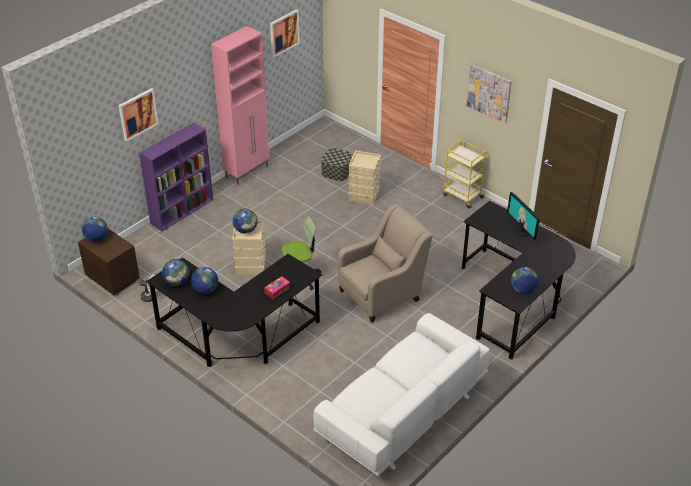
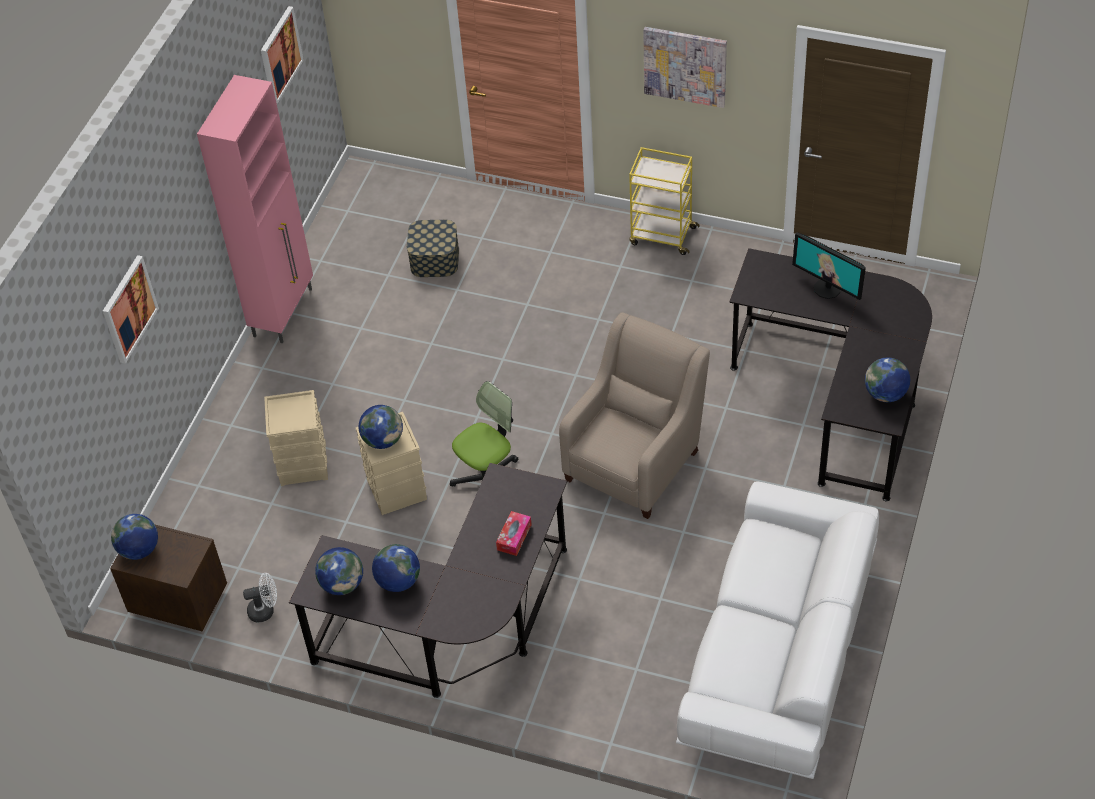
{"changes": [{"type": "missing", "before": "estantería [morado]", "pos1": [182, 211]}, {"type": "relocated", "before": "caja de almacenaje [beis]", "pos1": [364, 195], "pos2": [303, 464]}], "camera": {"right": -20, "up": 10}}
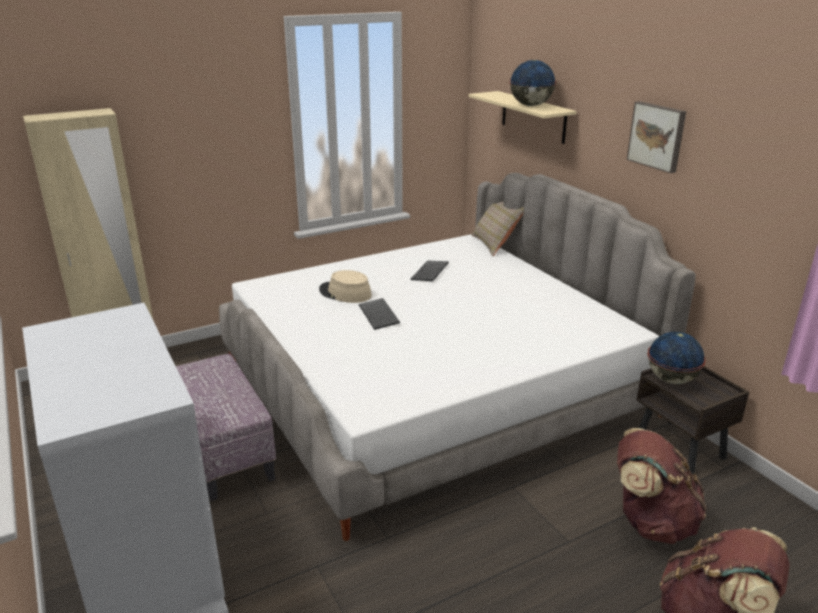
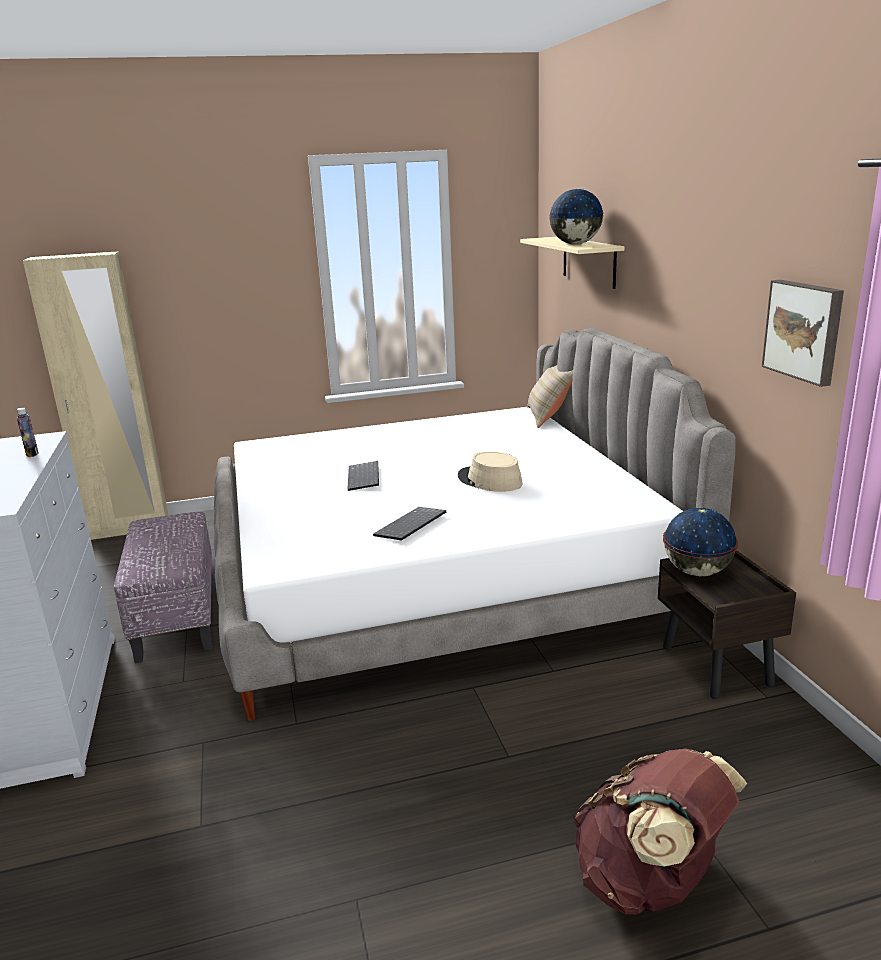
{"changes": [{"type": "relocated", "before": "sombrero [beis]", "pos1": [345, 293], "pos2": [489, 480]}, {"type": "relocated", "before": "teclado", "pos1": [430, 272], "pos2": [411, 526]}, {"type": "missing", "before": "mochila [marrón]", "pos1": [650, 521]}, {"type": "relocated", "before": "cuadro", "pos1": [657, 136], "pos2": [804, 330]}, {"type": "appeared", "after": "botella", "pos2": [32, 454]}], "camera": {"right": 15, "up": -5}}
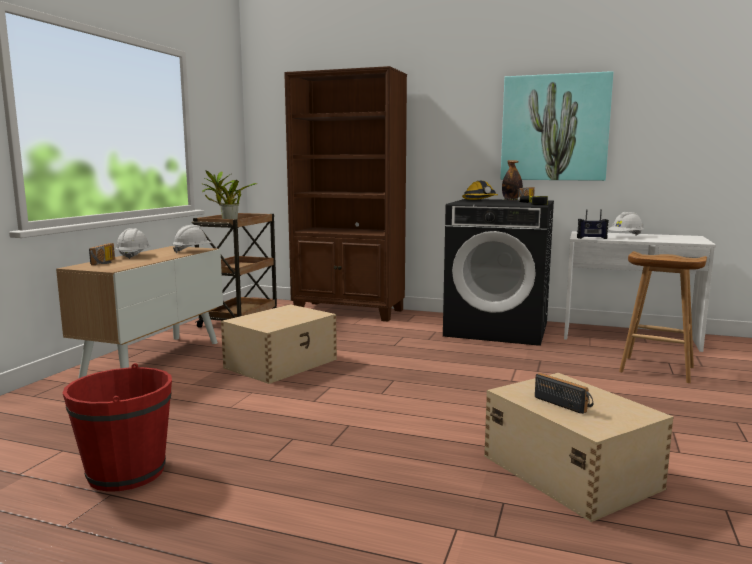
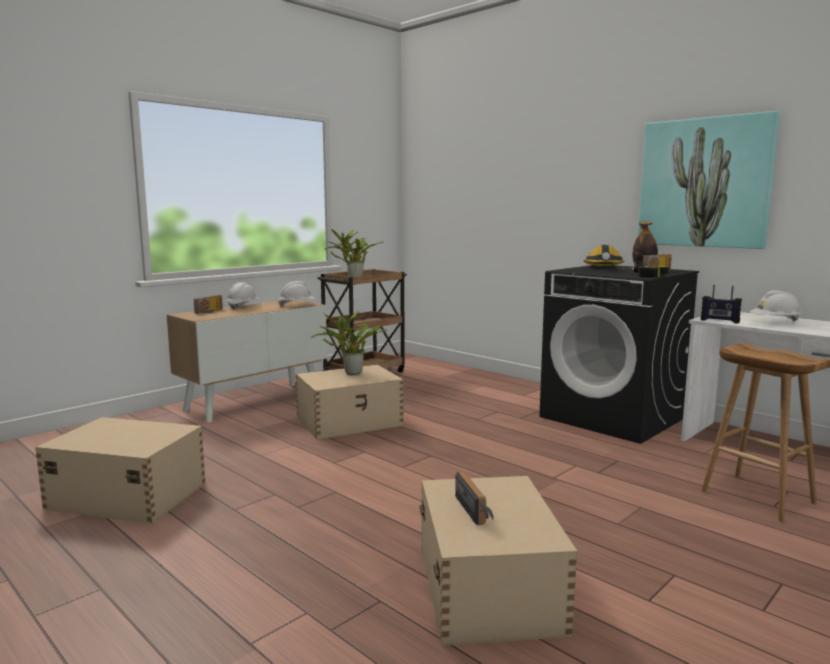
{"changes": [{"type": "exchanged", "before": "cubo [rojo]", "after": "caja de almacenaje [beis]", "pos1": [126, 472], "pos2": [127, 495]}, {"type": "missing", "before": "estantería [marrón]", "pos1": [349, 311]}, {"type": "appeared", "after": "planta en maceta", "pos2": [350, 373]}], "camera": {"right": 25, "up": 0}}
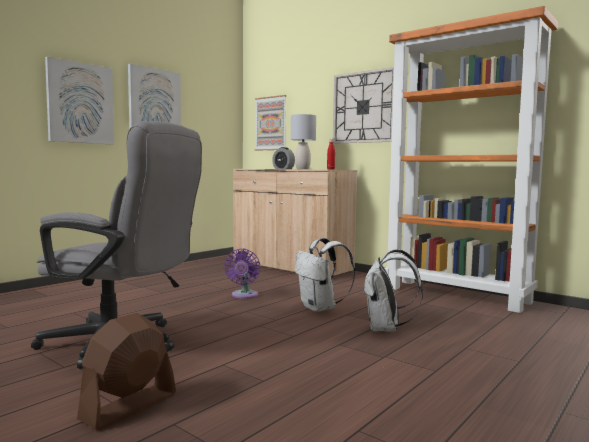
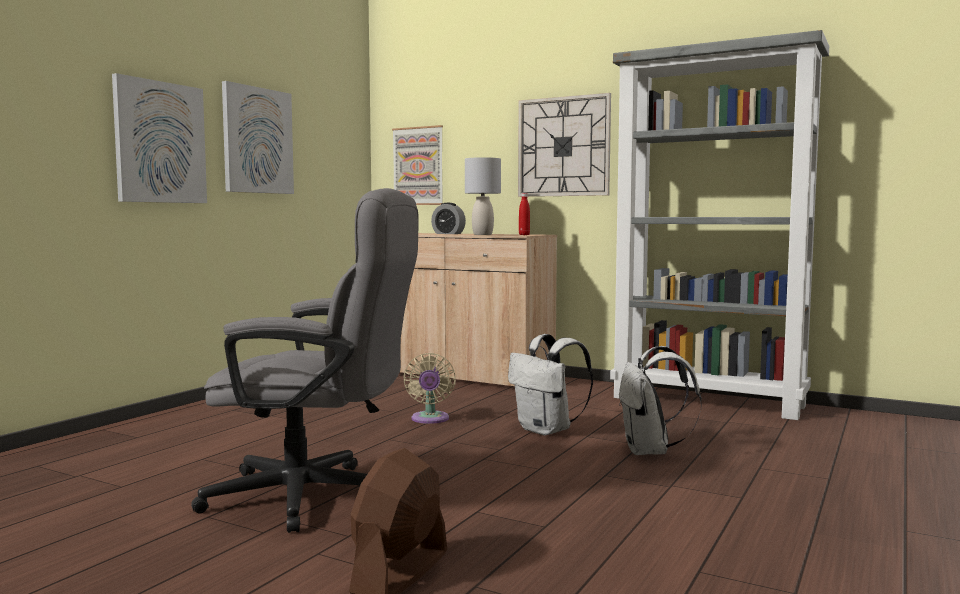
{"changes": [{"type": "colour", "before": "ventilador [morado]", "after": "ventilador [beis]", "pos1": [244, 295], "pos2": [430, 419]}, {"type": "colour", "before": "estantería [naranja]", "after": "estantería [gris]", "pos1": [457, 295], "pos2": [709, 402]}], "camera": {"right": -10, "up": 0}}
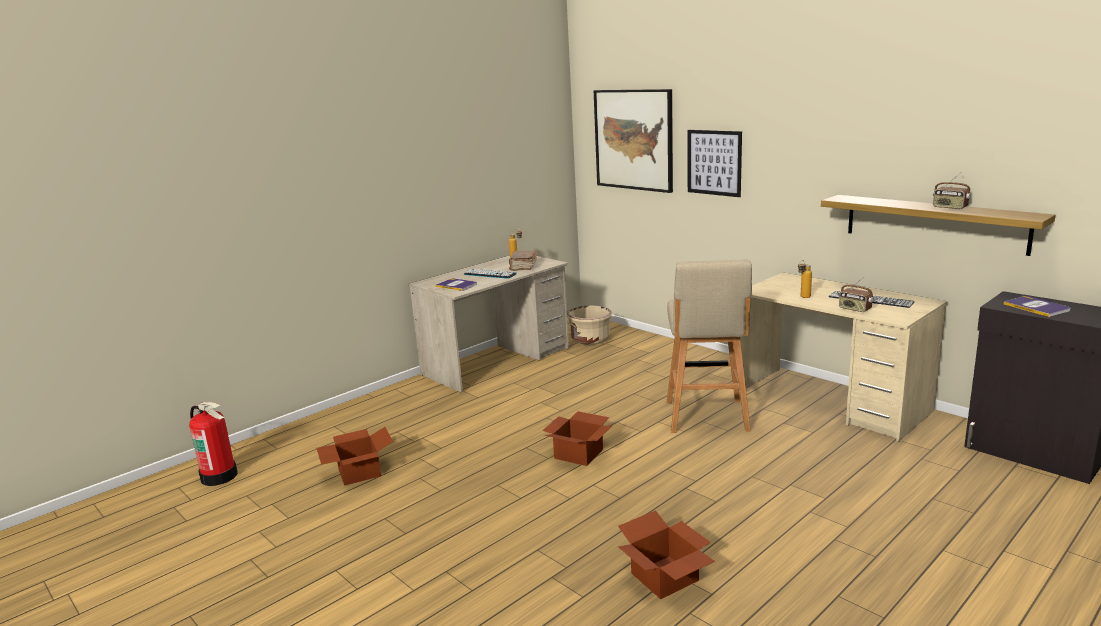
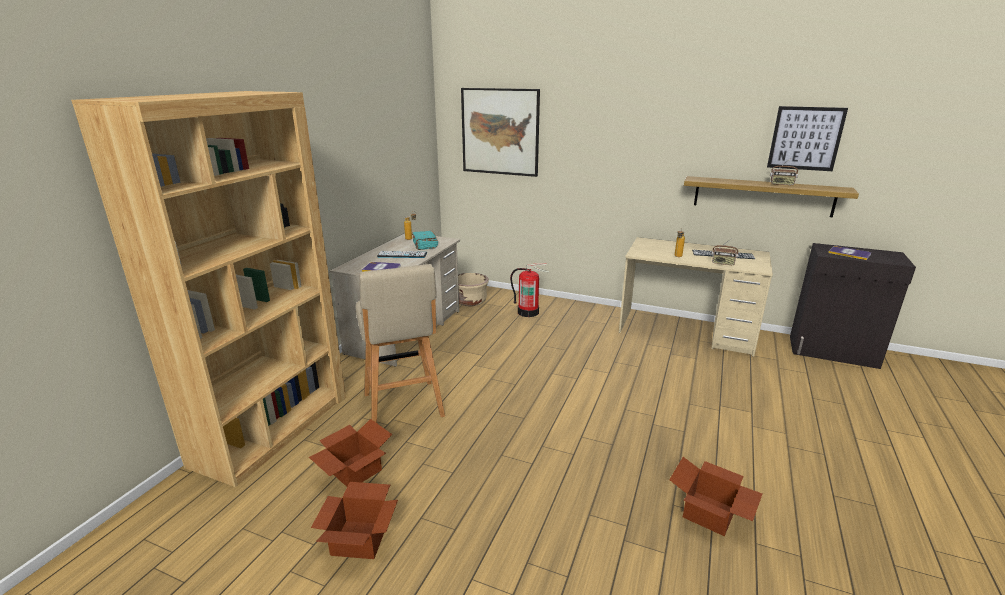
{"changes": [{"type": "relocated", "before": "extintor", "pos1": [220, 476], "pos2": [528, 312]}, {"type": "colour", "before": "libro [marrón]", "after": "libro [turquesa]", "pos1": [523, 266], "pos2": [425, 245]}, {"type": "relocated", "before": "caja de cartón", "pos1": [580, 453], "pos2": [361, 538]}, {"type": "relocated", "before": "taburete [beis]", "pos1": [706, 417], "pos2": [404, 407]}, {"type": "relocated", "before": "cuadro", "pos1": [714, 162], "pos2": [805, 138]}, {"type": "appeared", "after": "estantería [marrón]", "pos2": [273, 429]}], "camera": {"right": -25, "up": 5}}
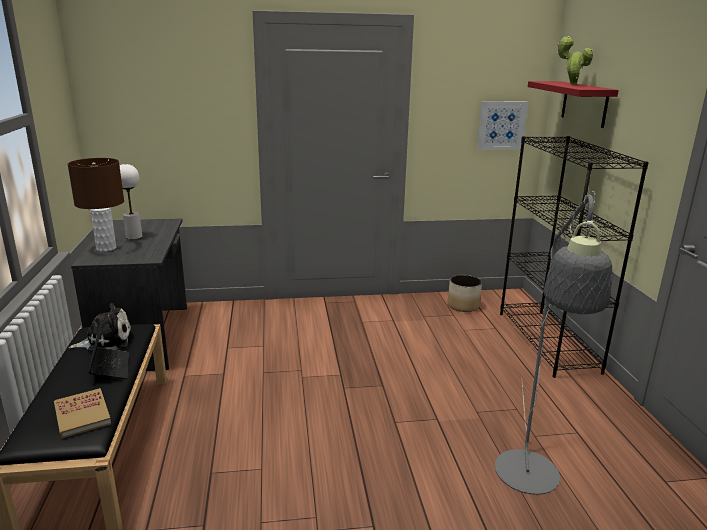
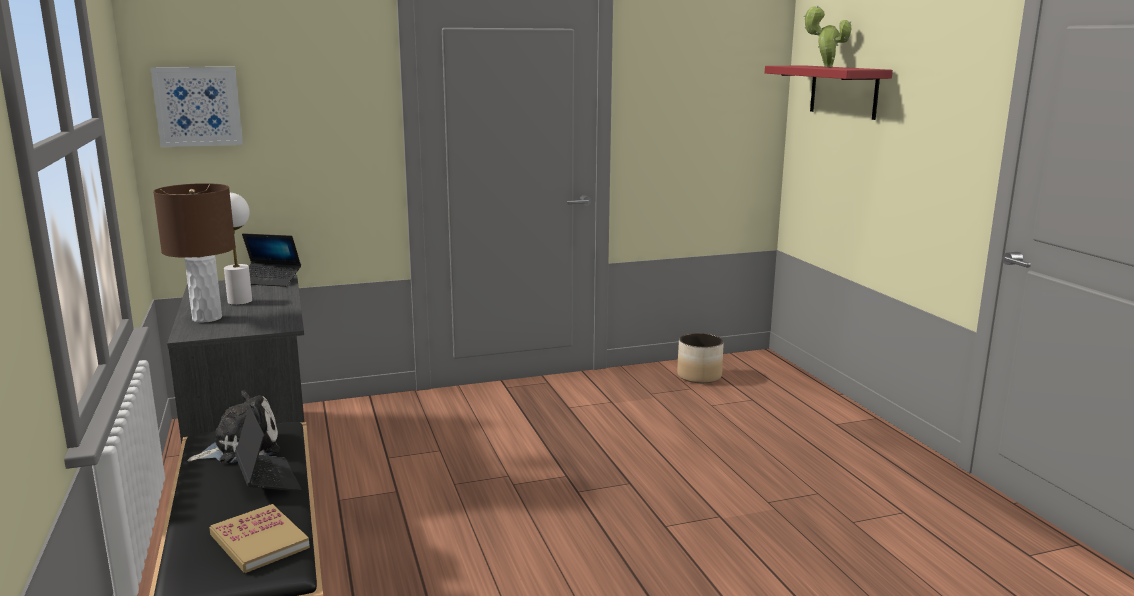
{"changes": [{"type": "relocated", "before": "cuadro", "pos1": [501, 125], "pos2": [198, 106]}, {"type": "missing", "before": "lámpara de pie [gris]", "pos1": [528, 483]}, {"type": "missing", "before": "estantería [negro]", "pos1": [547, 341]}, {"type": "appeared", "after": "portátil", "pos2": [269, 280]}], "camera": {"right": -10, "up": -5}}
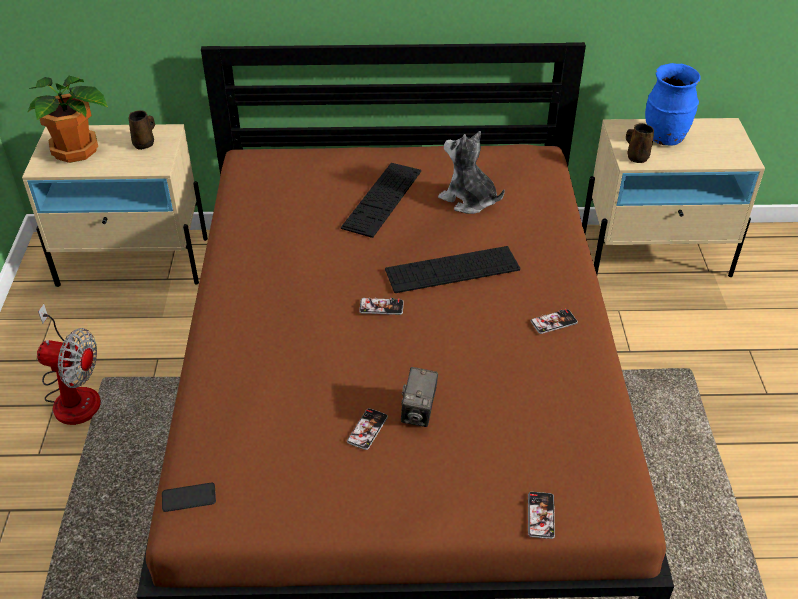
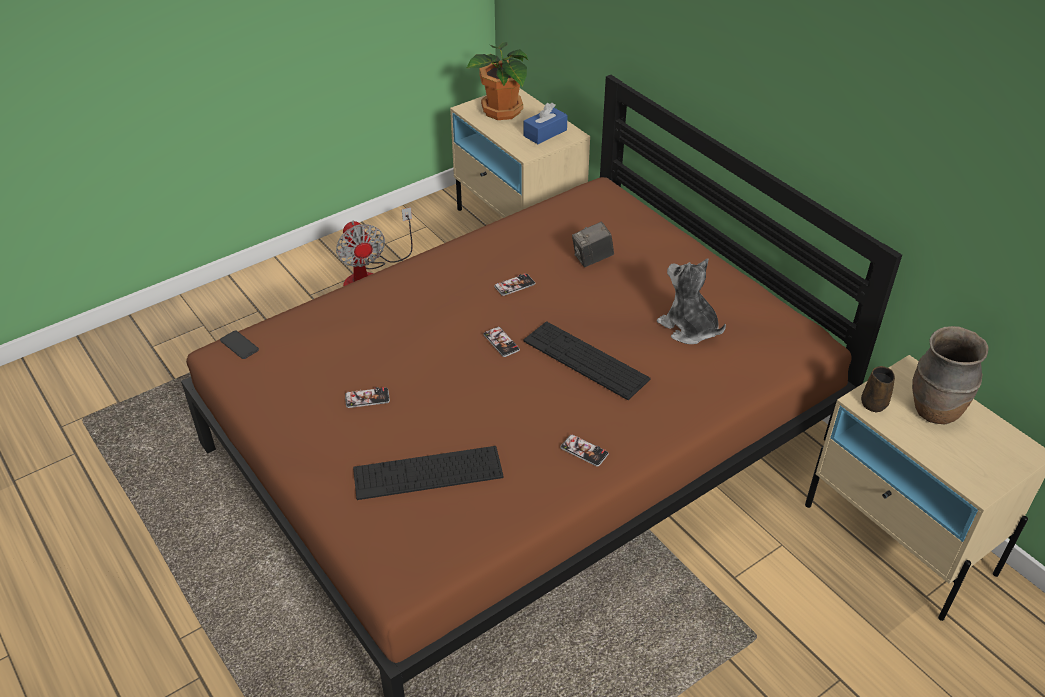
{"changes": [{"type": "exchanged", "before": "taza grande [marrón]", "after": "caja de pañuelos [azul]", "pos1": [145, 144], "pos2": [545, 133]}, {"type": "relocated", "before": "teclado", "pos1": [382, 199], "pos2": [428, 473]}, {"type": "relocated", "before": "cámara", "pos1": [419, 412], "pos2": [592, 259]}, {"type": "spun", "before": "peluche", "pos1": [469, 200], "pos2": [688, 328], "turn": -45}, {"type": "relocated", "before": "móvil", "pos1": [541, 515], "pos2": [514, 285]}, {"type": "colour", "before": "florero [azul]", "after": "florero [marrón]", "pos1": [664, 138], "pos2": [934, 411]}], "camera": {"right": 55, "up": 0}}
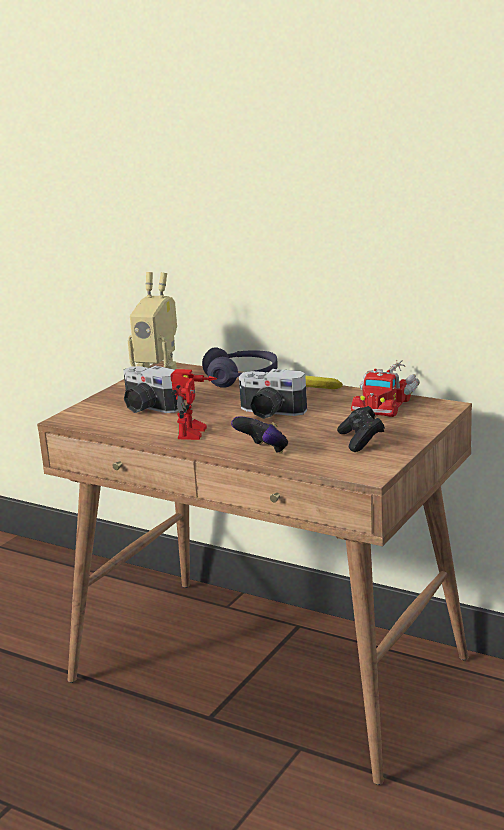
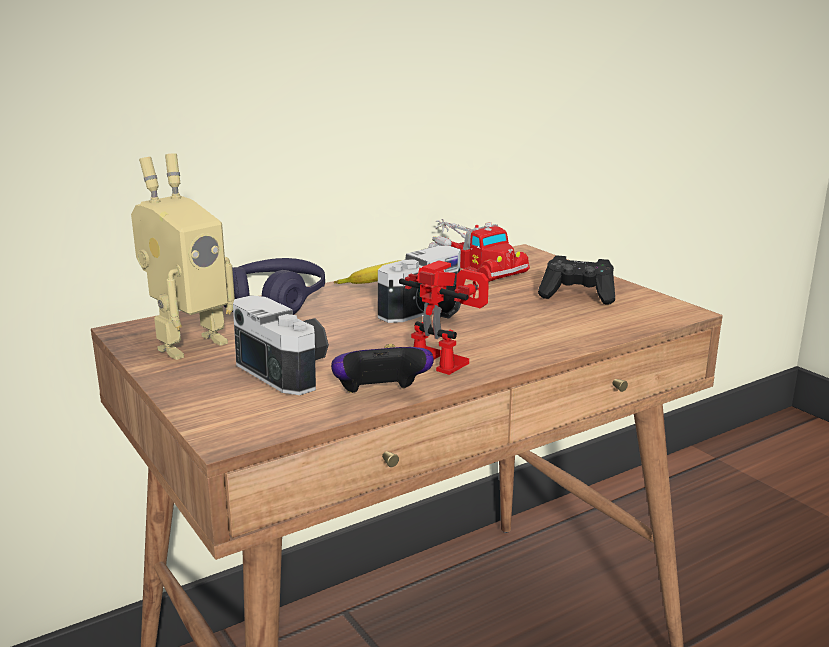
{"changes": [{"type": "spun", "before": "cámara", "pos1": [147, 408], "pos2": [289, 370], "turn": -105}, {"type": "relocated", "before": "mando de consola", "pos1": [263, 451], "pos2": [380, 396]}], "camera": {"right": -65, "up": 0}}
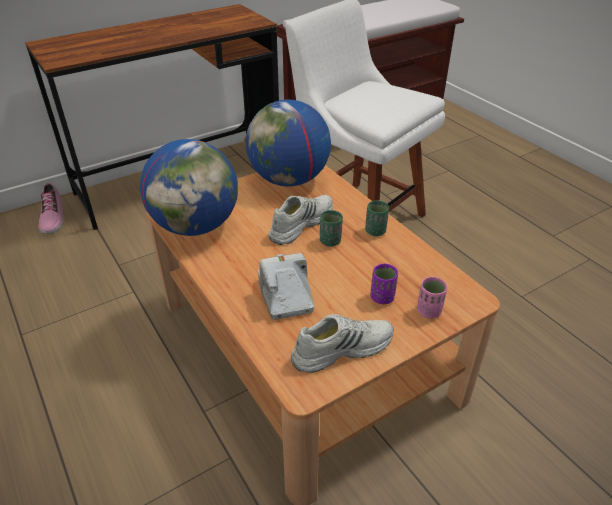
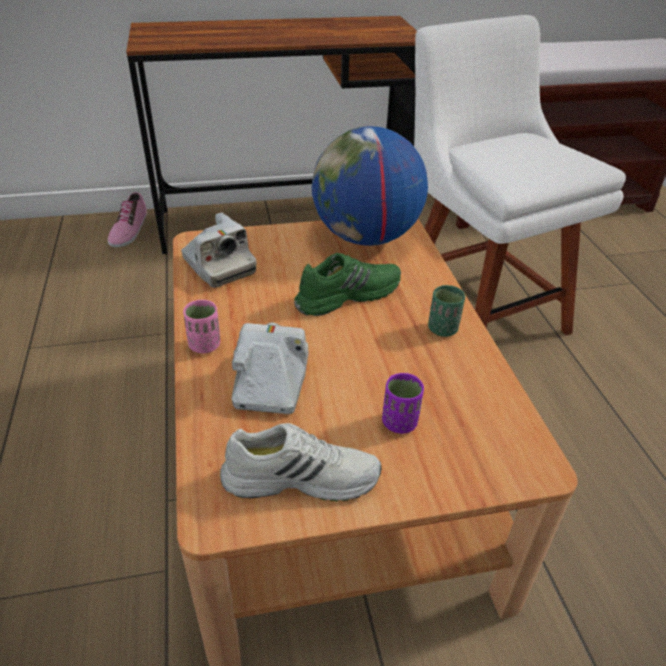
{"changes": [{"type": "exchanged", "before": "globo terráqueo", "after": "cámara", "pos1": [196, 226], "pos2": [218, 266]}, {"type": "colour", "before": "zapato [blanco]", "after": "zapato [verde]", "pos1": [300, 224], "pos2": [347, 295]}, {"type": "missing", "before": "taza [verde]", "pos1": [330, 241]}, {"type": "relocated", "before": "taza [rosa]", "pos1": [429, 311], "pos2": [205, 345]}], "camera": {"right": 20, "up": 0}}
